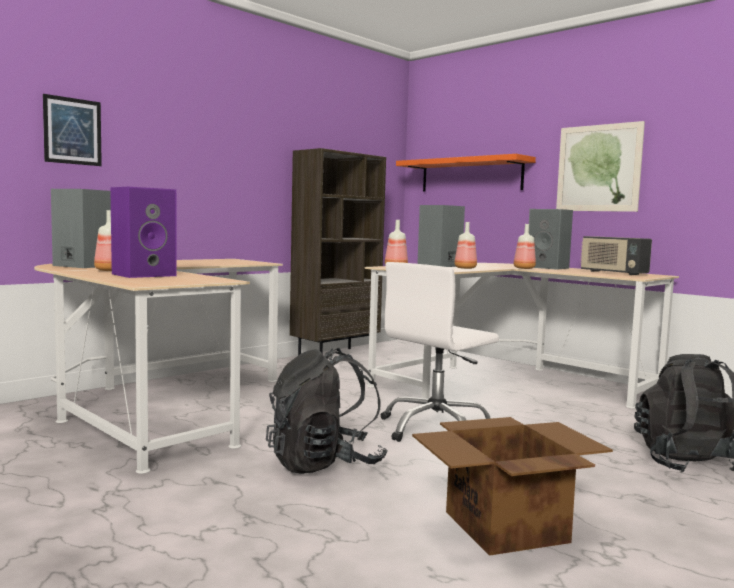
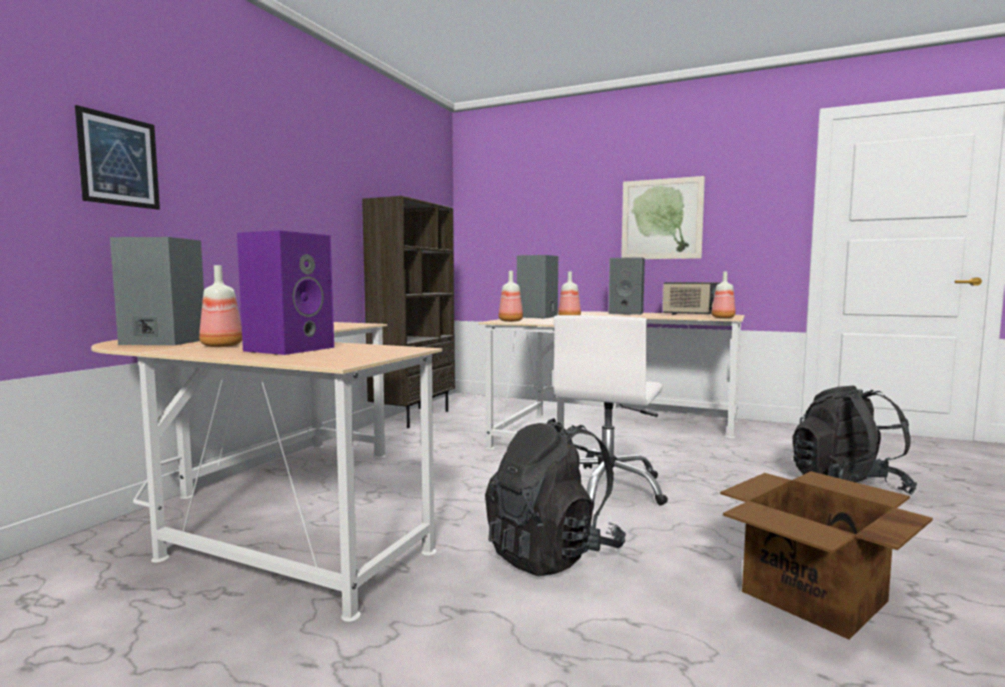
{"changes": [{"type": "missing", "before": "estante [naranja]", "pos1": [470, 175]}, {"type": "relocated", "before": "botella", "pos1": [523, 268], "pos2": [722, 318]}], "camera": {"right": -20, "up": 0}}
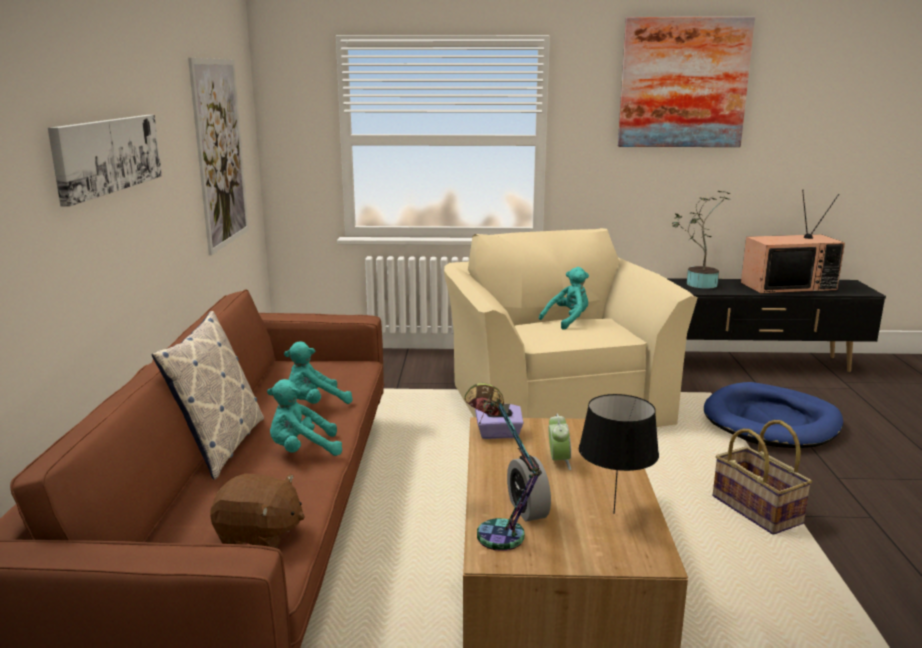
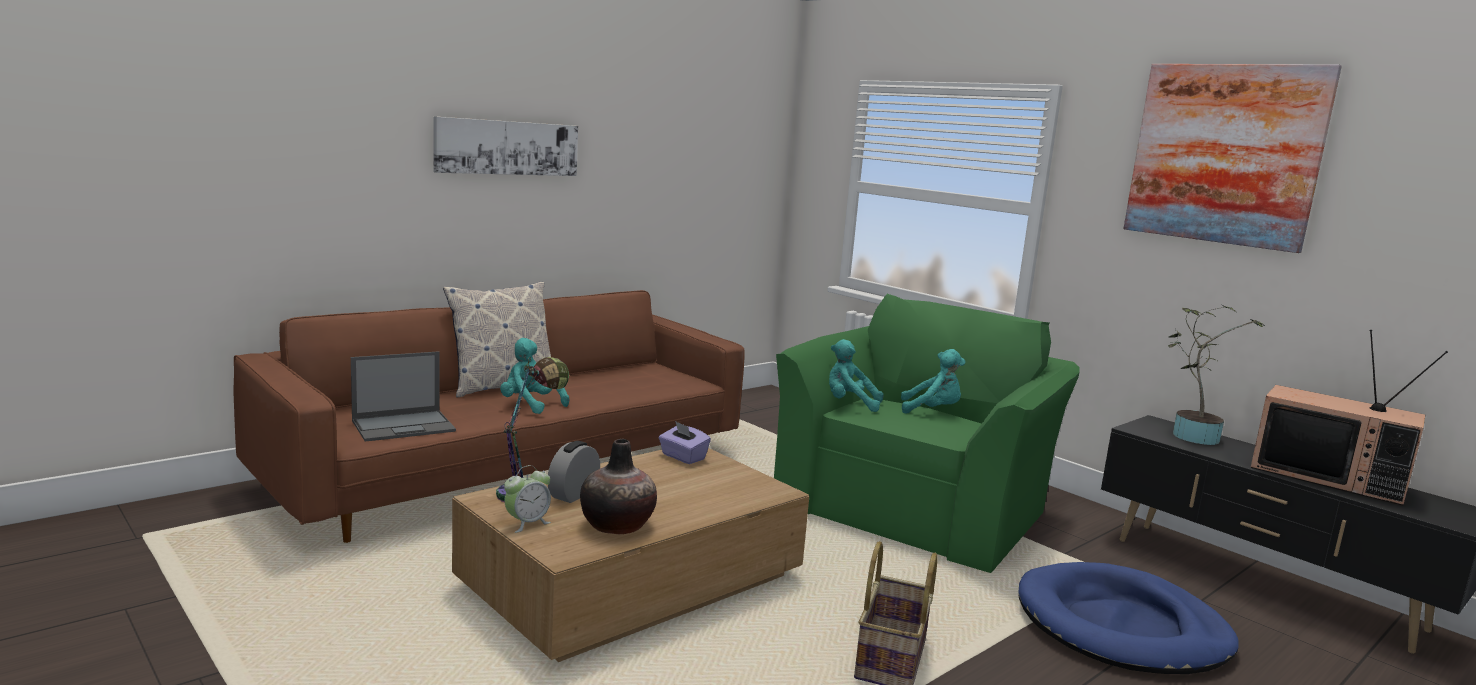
{"changes": [{"type": "missing", "before": "cuadro", "pos1": [220, 153]}, {"type": "exchanged", "before": "peluche [marrón]", "after": "portátil", "pos1": [259, 536], "pos2": [404, 426]}, {"type": "relocated", "before": "peluche [turquesa]", "pos1": [315, 404], "pos2": [849, 404]}, {"type": "colour", "before": "sillón [beis]", "after": "sillón [verde]", "pos1": [554, 398], "pos2": [916, 503]}, {"type": "relocated", "before": "despertador", "pos1": [558, 461], "pos2": [527, 523]}, {"type": "exchanged", "before": "lámpara de mesa [negro]", "after": "florero", "pos1": [615, 514], "pos2": [617, 525]}], "camera": {"right": 45, "up": -5}}
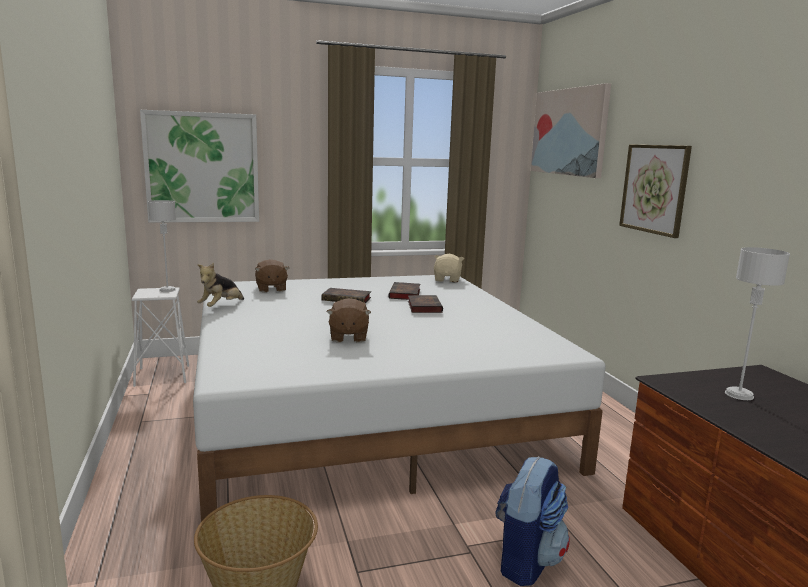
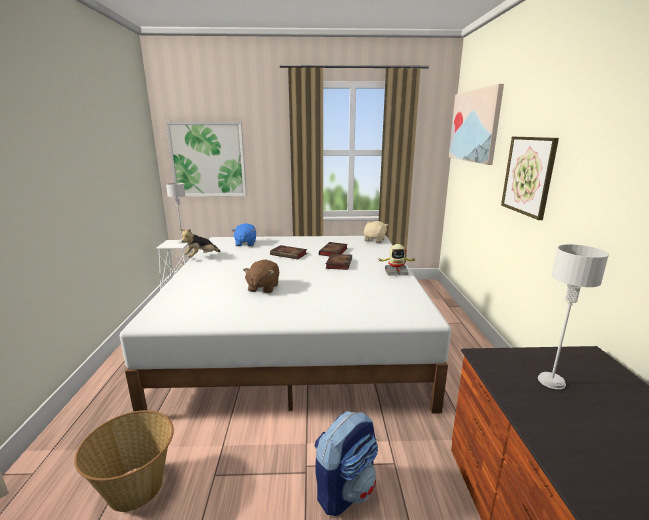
{"changes": [{"type": "colour", "before": "peluche [marrón]", "after": "peluche [azul]", "pos1": [271, 289], "pos2": [245, 243]}, {"type": "appeared", "after": "robot de juguete", "pos2": [396, 272]}], "camera": {"right": 15, "up": 5}}
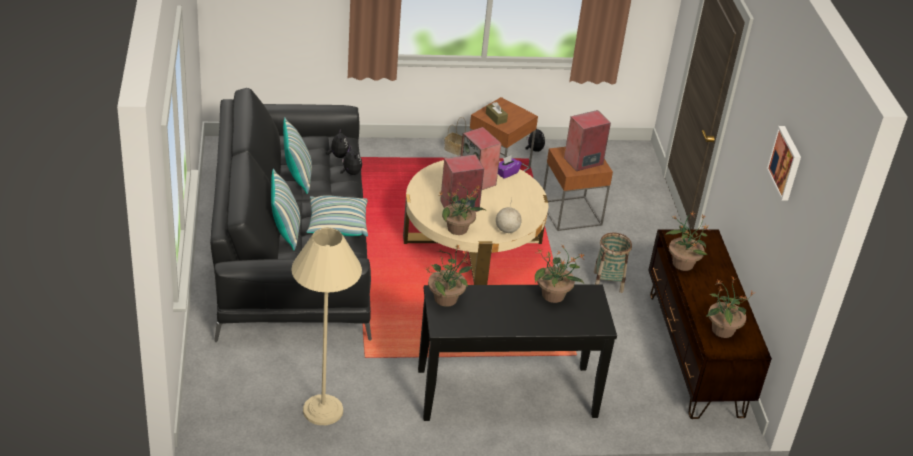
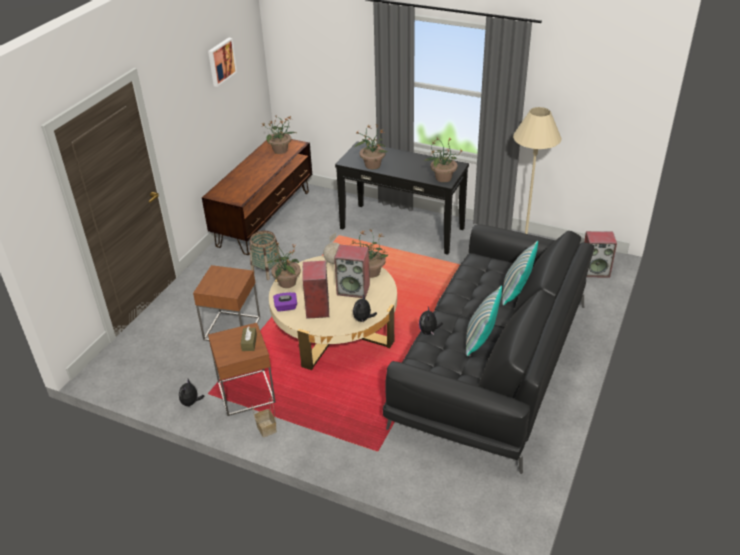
{"changes": [{"type": "missing", "before": "cojín", "pos1": [337, 225]}, {"type": "relocated", "before": "peluche", "pos1": [338, 156], "pos2": [363, 319]}, {"type": "relocated", "before": "altavoz", "pos1": [583, 161], "pos2": [595, 270]}, {"type": "relocated", "before": "planta en maceta", "pos1": [682, 263], "pos2": [287, 283]}], "camera": {"right": -145, "up": 0}}
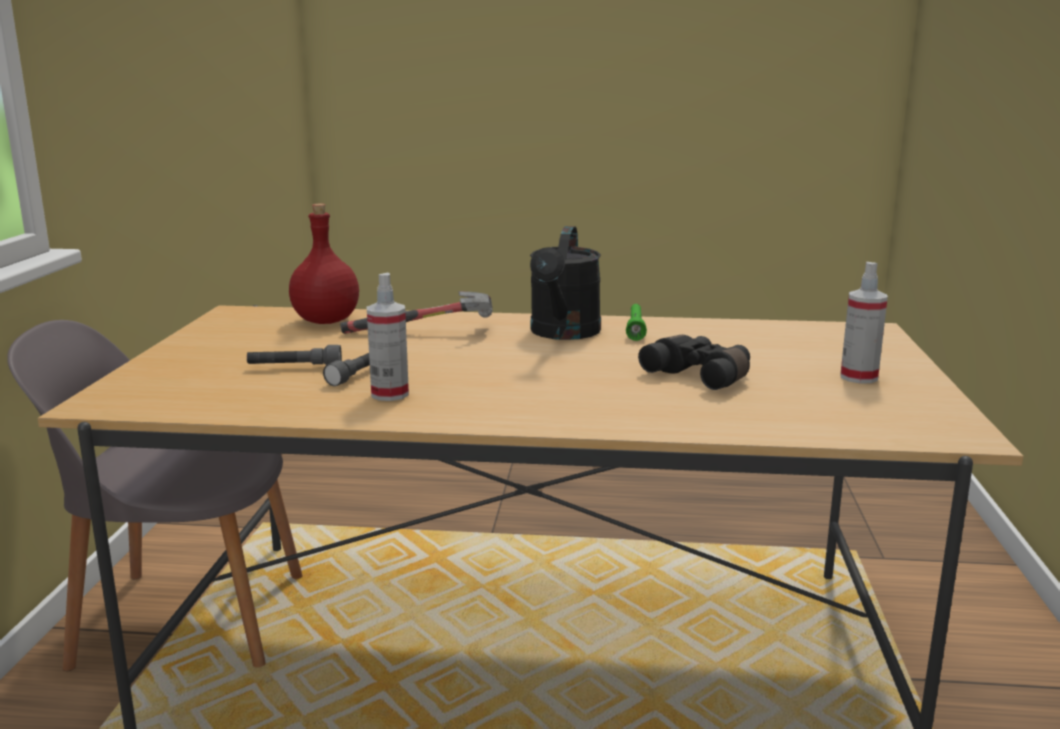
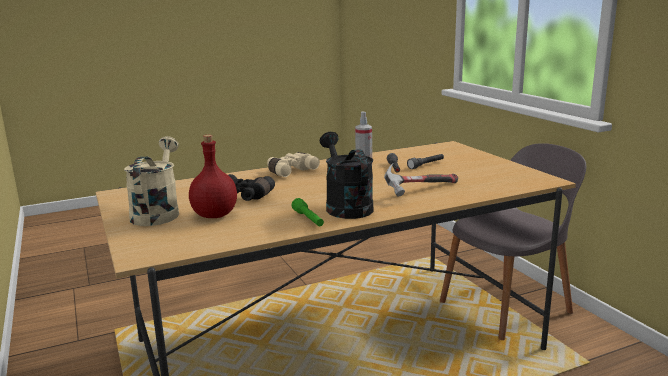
{"changes": [{"type": "relocated", "before": "botella [rojo]", "pos1": [327, 321], "pos2": [214, 215]}, {"type": "exchanged", "before": "pulverizador", "after": "regadera [beis]", "pos1": [858, 377], "pos2": [157, 212]}, {"type": "appeared", "after": "prismáticos [beis]", "pos2": [290, 171]}], "camera": {"right": 150, "up": 0}}
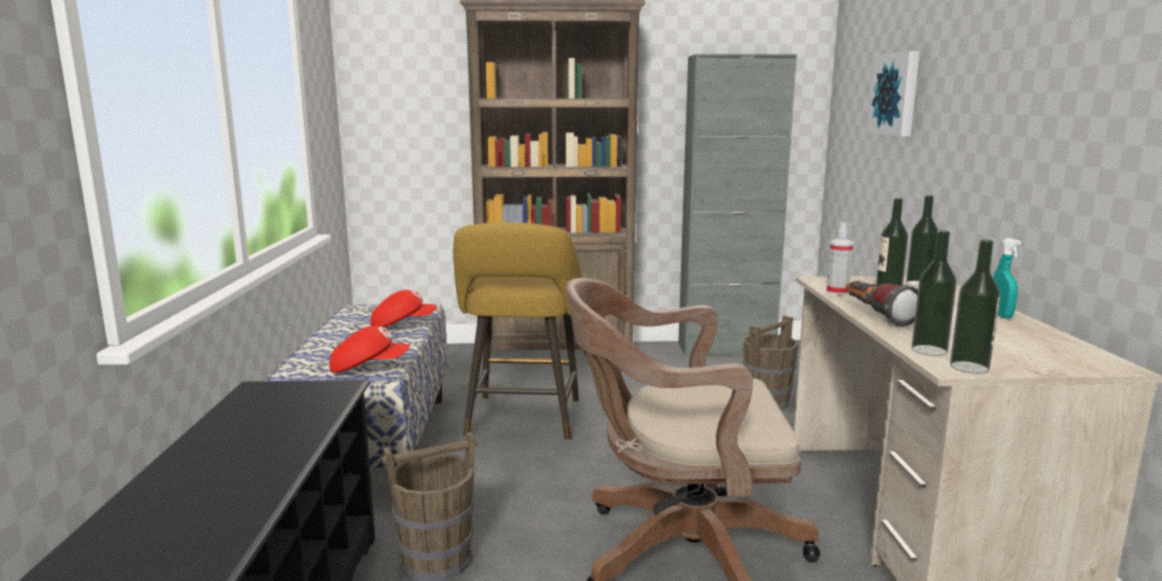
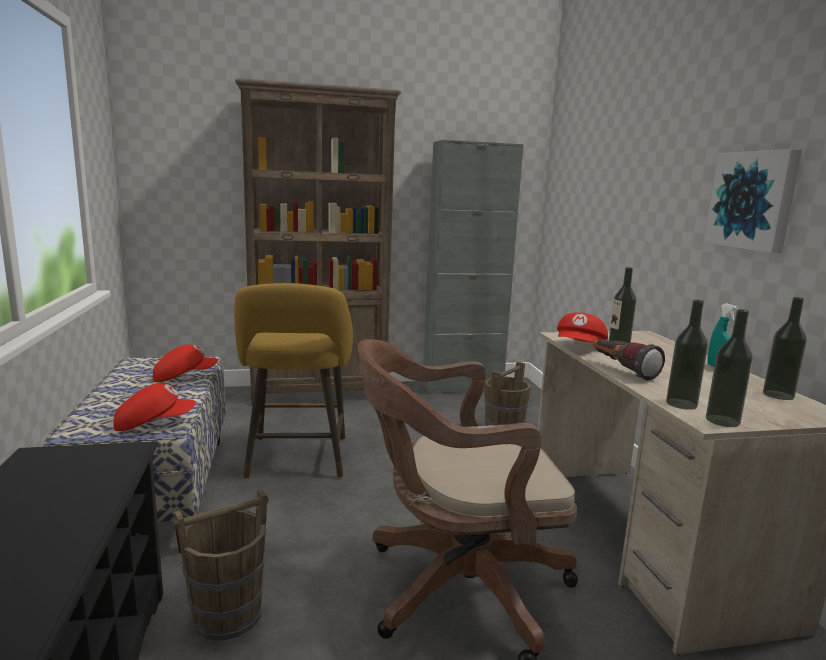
{"changes": [{"type": "exchanged", "before": "pulverizador", "after": "gorra [rojo]", "pos1": [837, 292], "pos2": [580, 347]}, {"type": "relocated", "before": "cuadro", "pos1": [896, 94], "pos2": [753, 200]}, {"type": "relocated", "before": "botella", "pos1": [919, 283], "pos2": [778, 395]}], "camera": {"right": -10, "up": 0}}
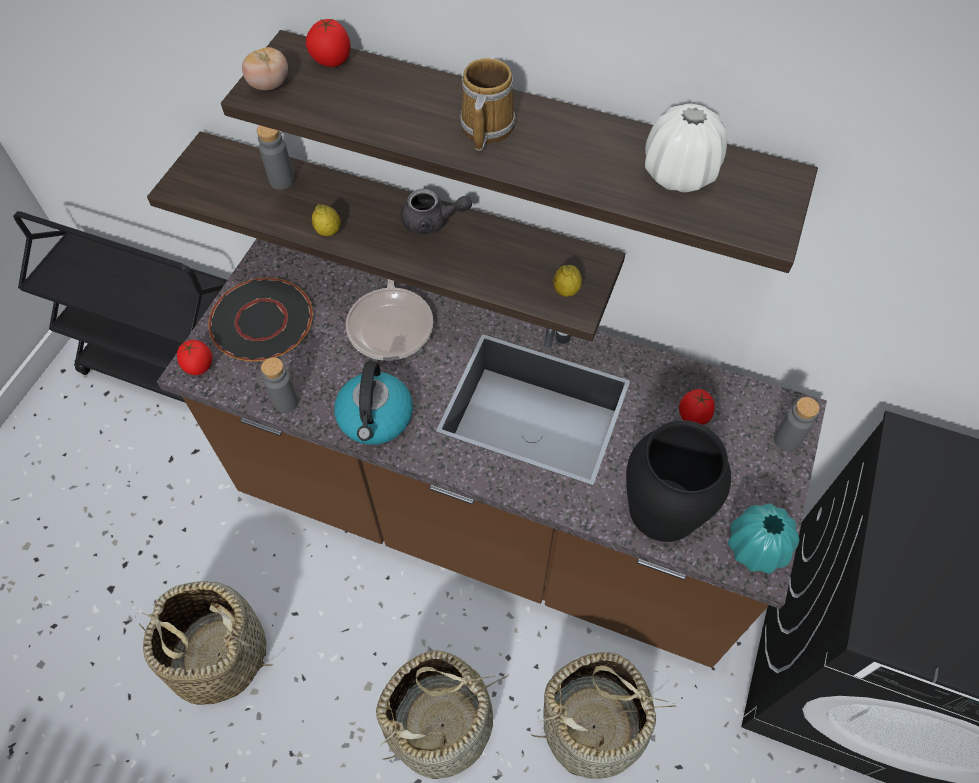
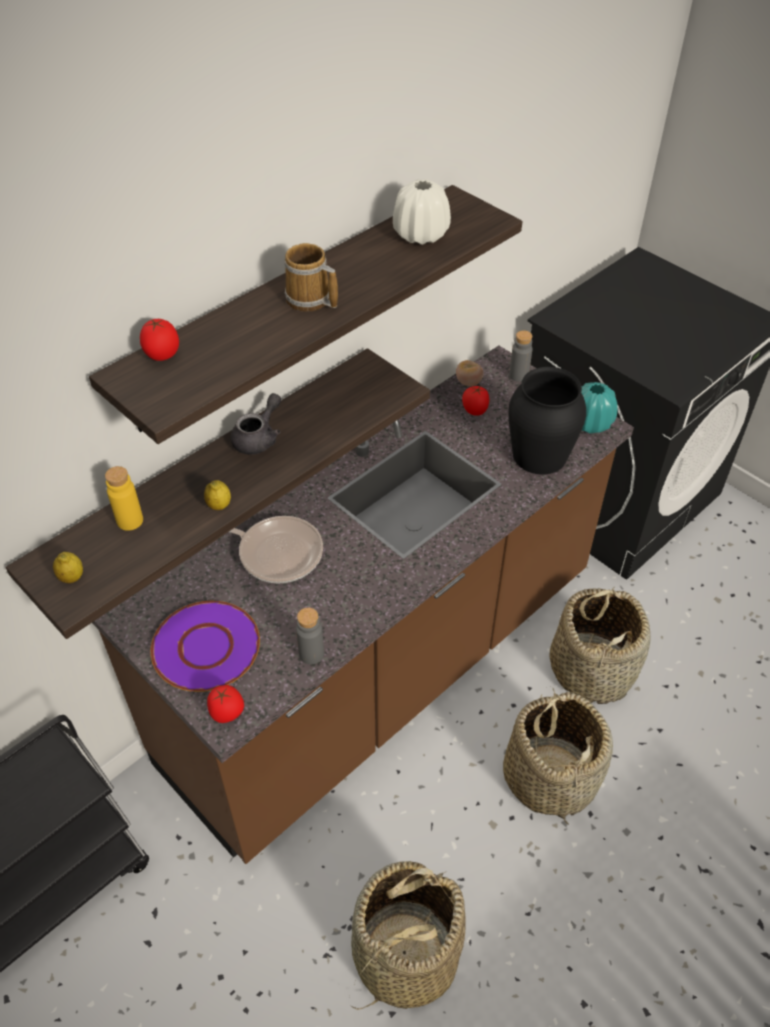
{"changes": [{"type": "colour", "before": "plato [negro]", "after": "plato [morado]", "pos1": [262, 321], "pos2": [207, 647]}, {"type": "relocated", "before": "tomate", "pos1": [269, 85], "pos2": [468, 382]}, {"type": "colour", "before": "botella [gris]", "after": "botella [amarillo]", "pos1": [282, 180], "pos2": [130, 520]}, {"type": "missing", "before": "hervidor", "pos1": [376, 418]}, {"type": "relocated", "before": "limón", "pos1": [566, 291], "pos2": [72, 577]}], "camera": {"right": -65, "up": -10}}
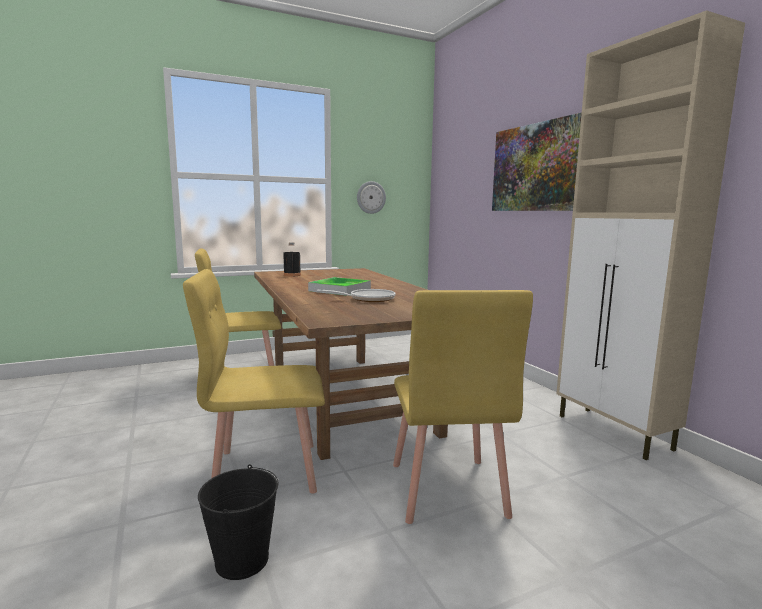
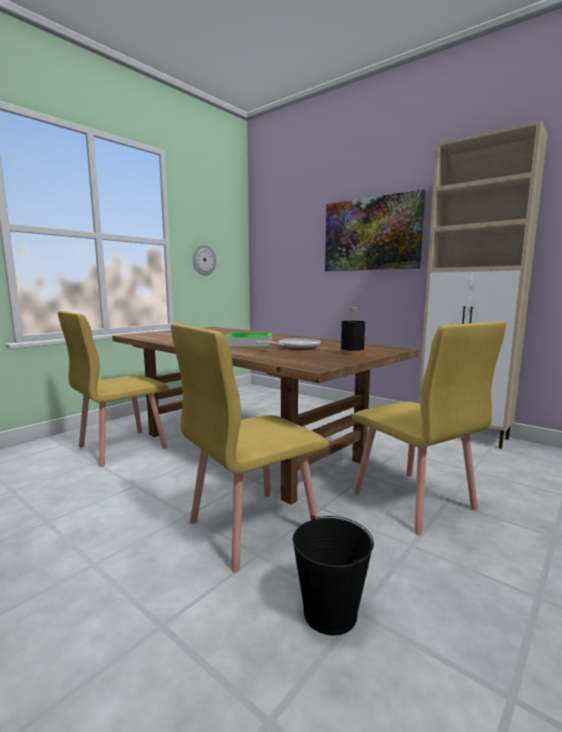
{"changes": [{"type": "relocated", "before": "botella [negro]", "pos1": [292, 275], "pos2": [352, 353]}], "camera": {"right": -25, "up": 0}}
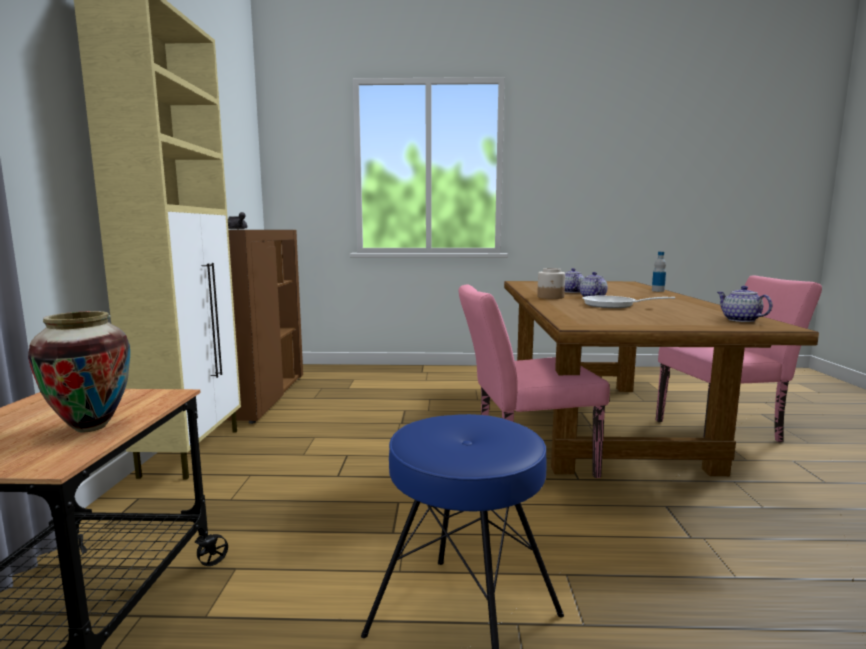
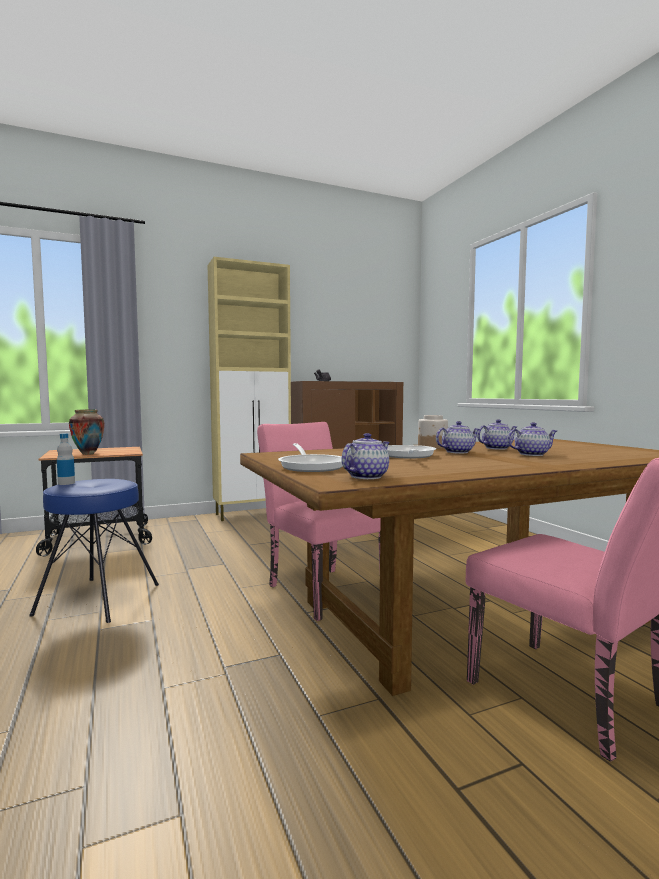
{"changes": [{"type": "relocated", "before": "botella", "pos1": [658, 291], "pos2": [66, 483]}, {"type": "appeared", "after": "sartén", "pos2": [311, 466]}, {"type": "appeared", "after": "tetera", "pos2": [532, 454]}], "camera": {"right": 65, "up": -5}}
